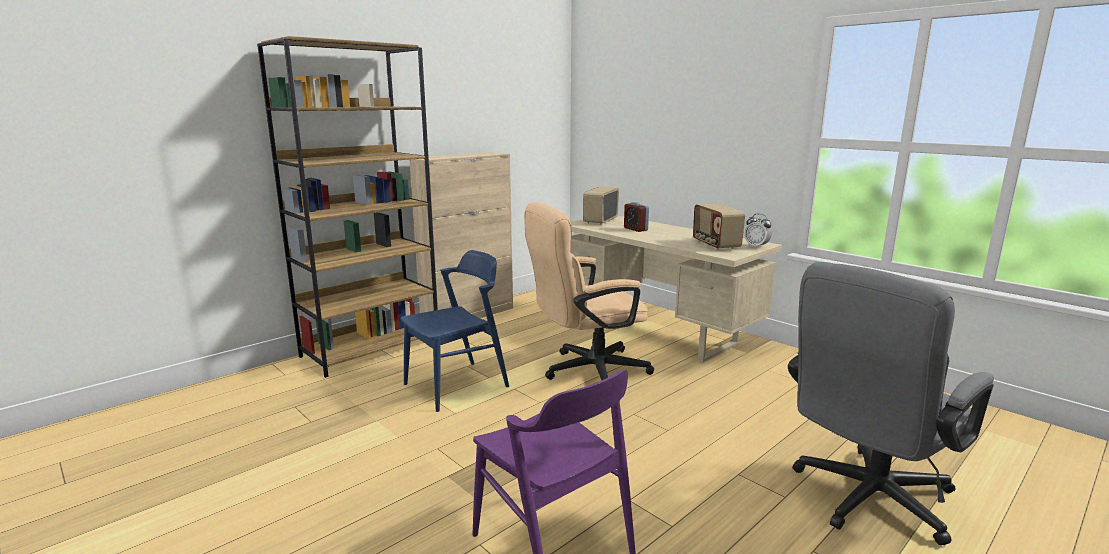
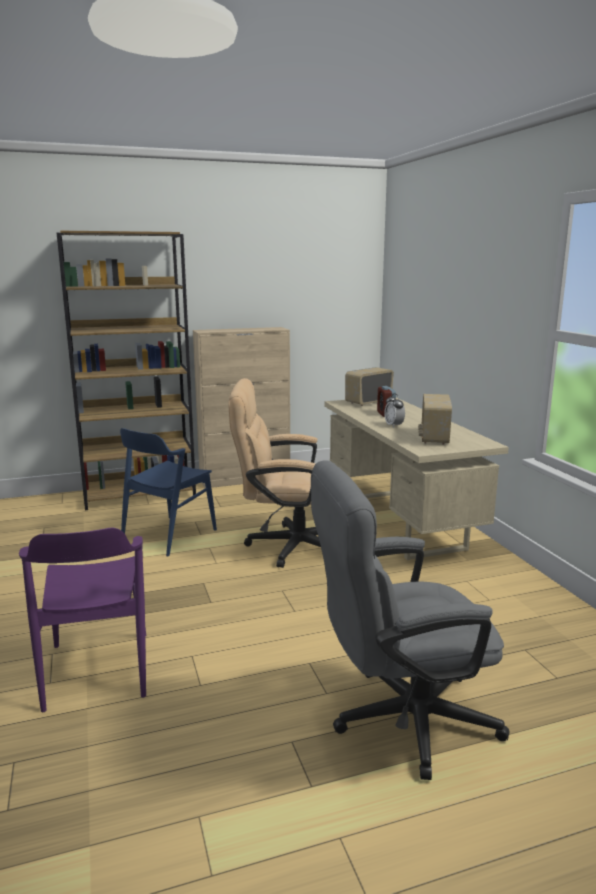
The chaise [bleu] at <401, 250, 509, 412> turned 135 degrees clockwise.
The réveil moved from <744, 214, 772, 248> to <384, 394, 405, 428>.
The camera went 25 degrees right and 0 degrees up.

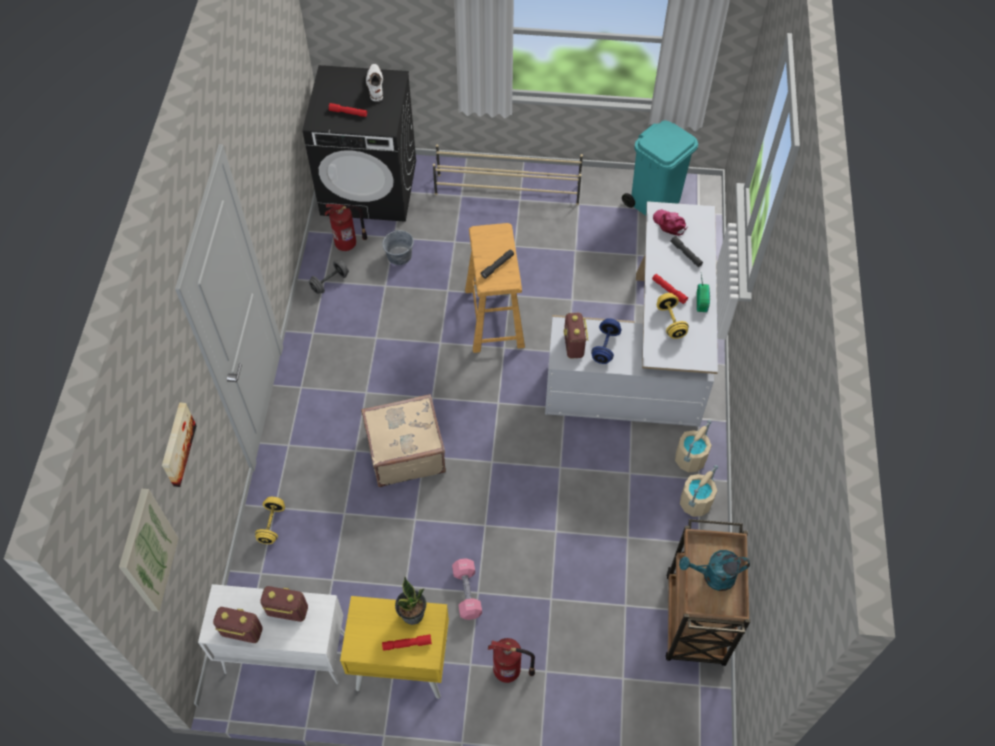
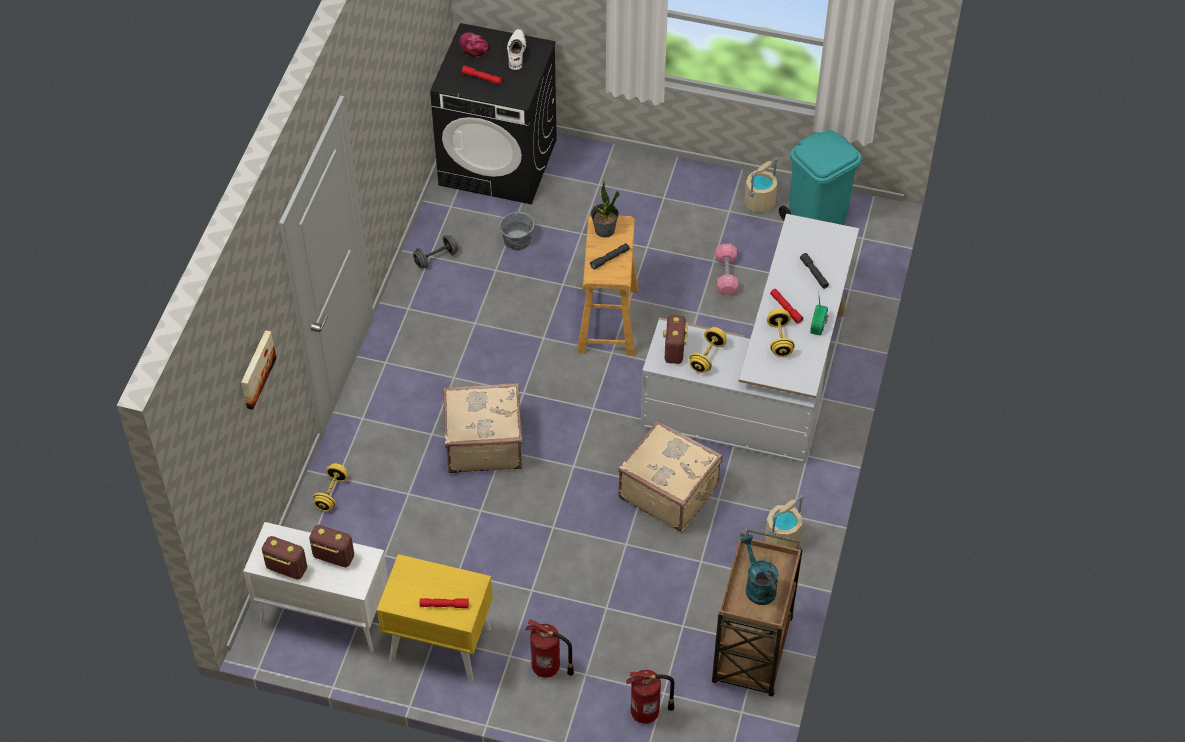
The casquette [rose] moved from <653, 209, 687, 236> to <459, 32, 490, 59>.
The plante en pot moved from <395, 576, 426, 625> to <591, 181, 620, 238>.
The valise [beige] at <618, 420, 723, 532> appeared.
The extincteur moved from <324, 204, 367, 251> to <626, 670, 675, 724>.
The haltère [bleu] at <591, 318, 621, 364> became the haltère [jaune] at <689, 327, 727, 373>.
The haltère [rose] moved from <452, 558, 482, 620> to <716, 244, 738, 295>.
The arrosoir [turquoise] at <679, 550, 750, 591> turned 60 degrees clockwise.
The seau [beige] moved from <675, 420, 712, 473> to <744, 157, 778, 213>.
The tableau at <119, 489, 179, 612> disappeared.
The étagère à chaussures [beige] at <433, 144, 583, 205> disappeared.
The camera went 10 degrees right and 5 degrees down.

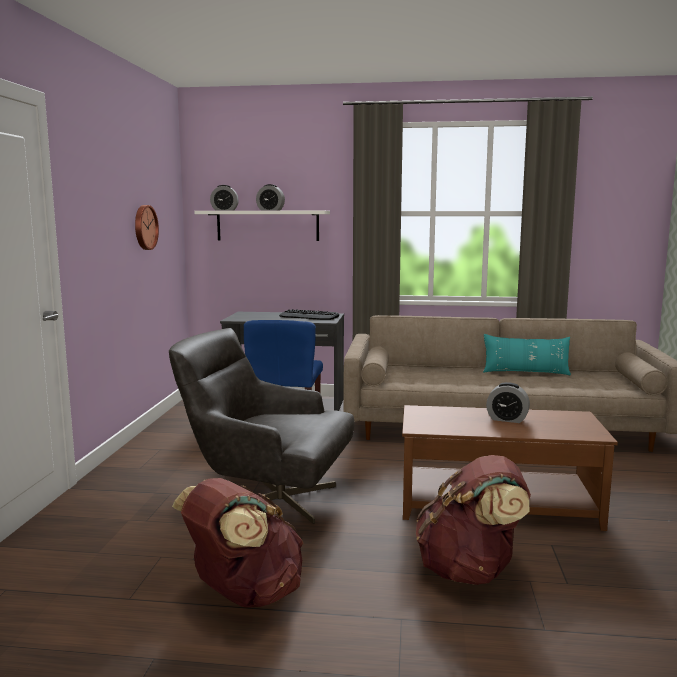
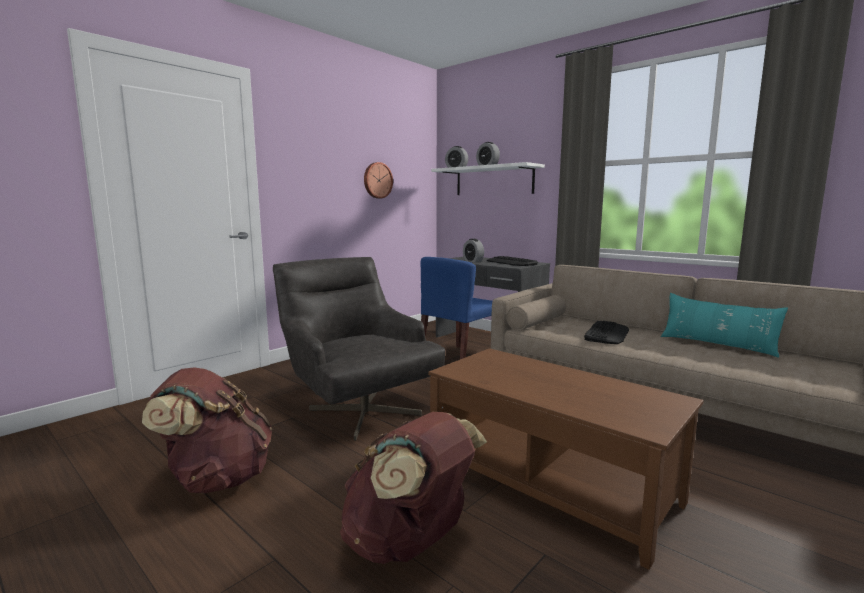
The réveil moved from <486, 382, 530, 423> to <463, 239, 484, 262>.
The clavier at <584, 321, 629, 344> appeared.
The camera went 35 degrees right and 0 degrees up.

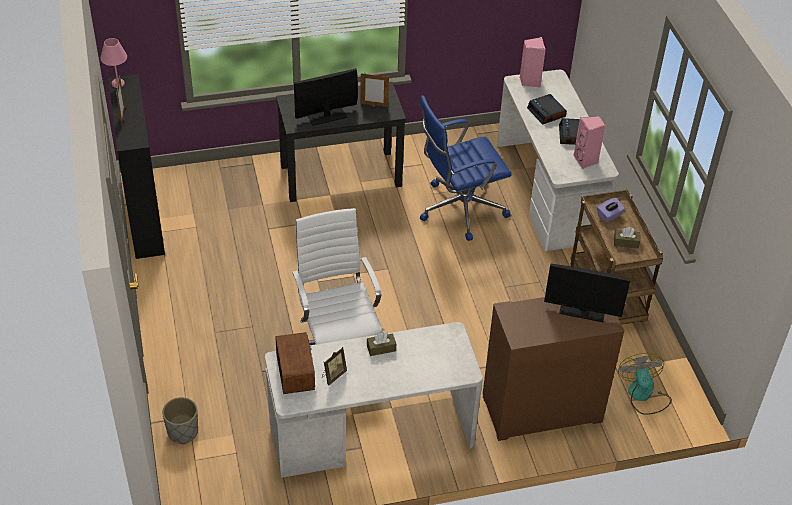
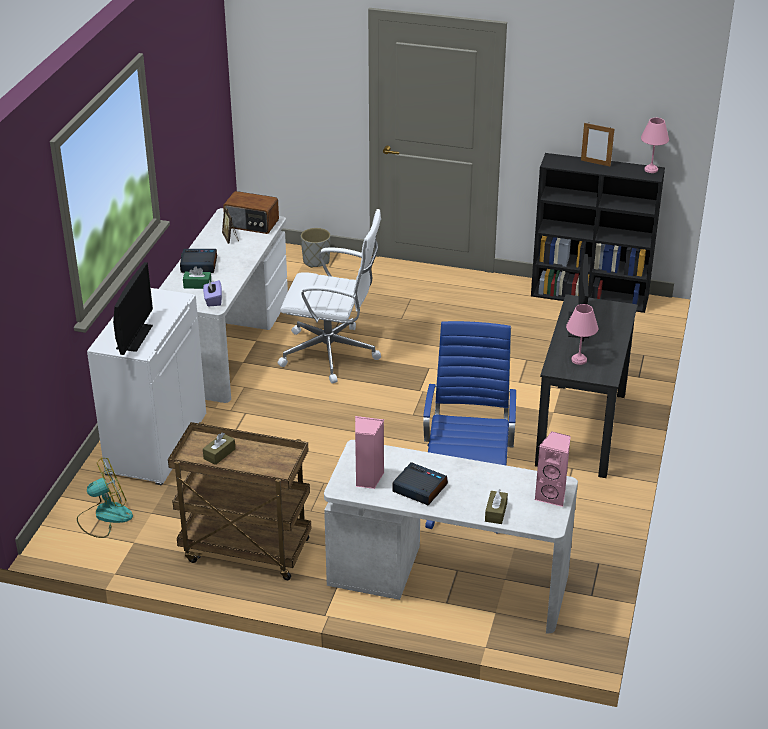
The ventilateur at <618, 353, 672, 415> turned 45 degrees counterclockwise.
The meuble de rangement [marron] at <483, 297, 624, 441> became the meuble de rangement [blanc] at <87, 288, 206, 485>.
The écran d'ordinateur at <544, 264, 631, 322> turned 150 degrees clockwise.
The réveil moved from <527, 94, 567, 124> to <180, 249, 217, 273>.
The boîte à mouchoirs [vert] at <183, 266, 211, 289> appeared.
The boîte à mouchoirs [violet] moved from <597, 198, 625, 223> to <203, 280, 222, 307>.
The boîte à mouchoirs [marron] moved from <367, 332, 396, 356> to <485, 490, 508, 524>.
The cadre photo at <360, 74, 389, 107> was replaced by the lampe de table [rose] at <566, 304, 598, 365>.
The camera went 120 degrees right and 10 degrees down.

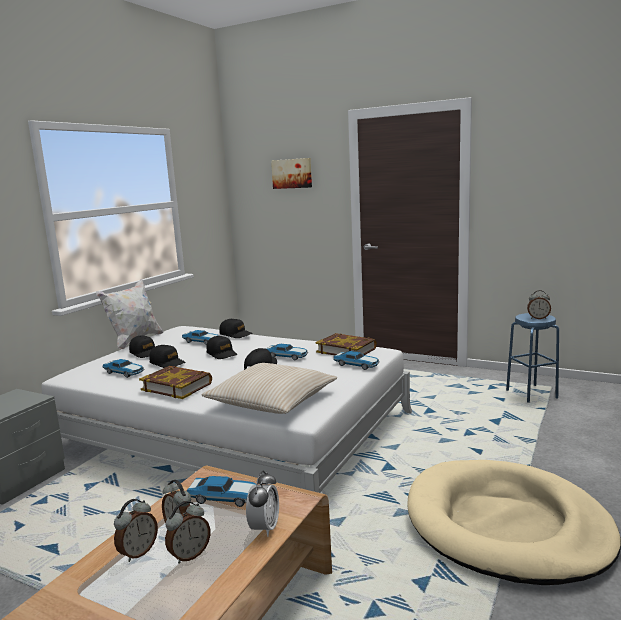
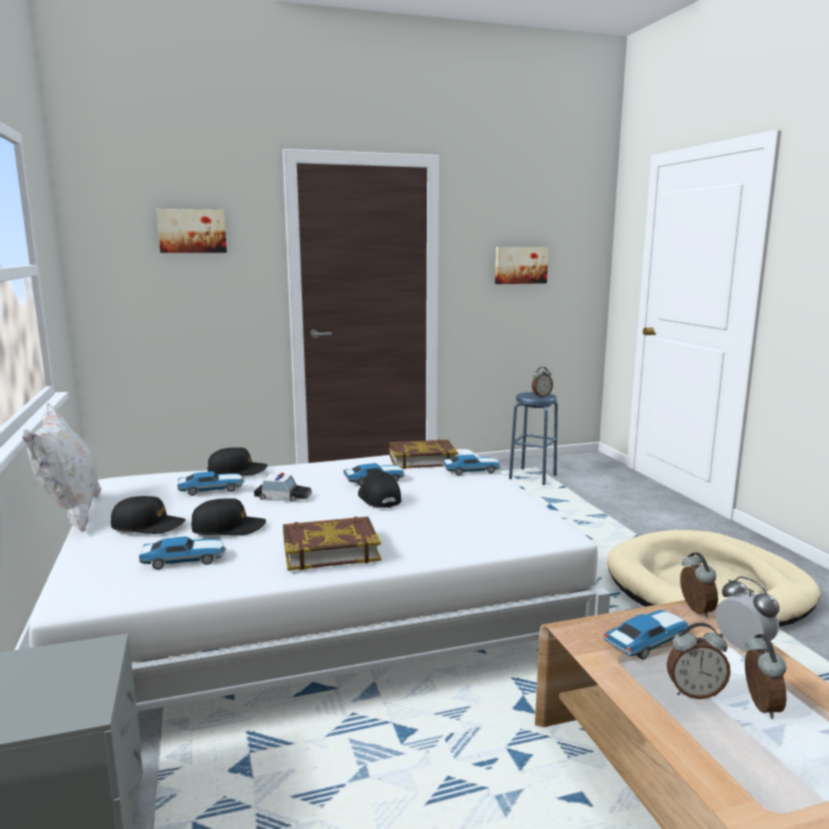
The casquette [noir] at <207, 336, 238, 359> was replaced by the petite voiture at <254, 473, 312, 502>.
The tableau at <495, 247, 548, 284> appeared.
The réveil moved from <114, 499, 158, 562> to <680, 552, 718, 618>.
The coussin [beige] at <202, 363, 337, 414> disappeared.
The camera went 45 degrees left and 0 degrees up.

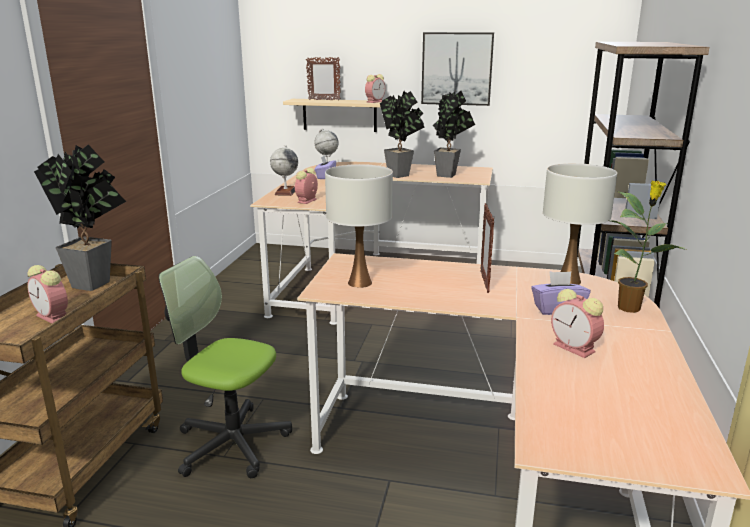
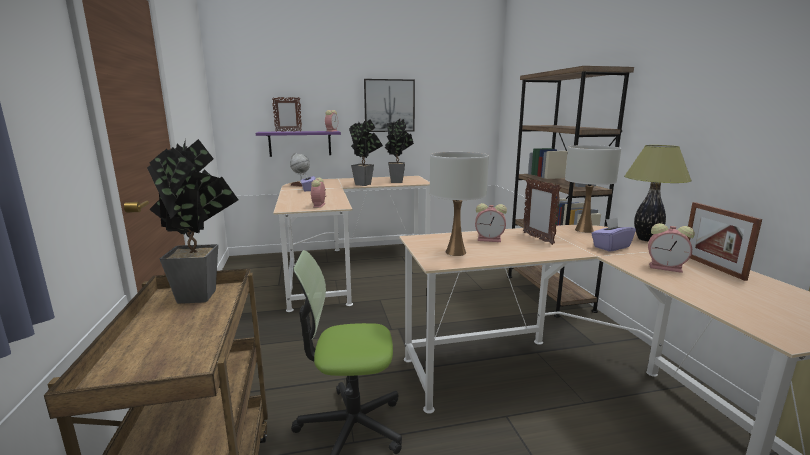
The étagère [beige] at <283, 99, 381, 132> became the étagère [violet] at <256, 131, 341, 157>.
The réveil moved from <27, 265, 68, 323> to <475, 203, 507, 242>.
The plante en pot at <607, 181, 686, 313> was replaced by the lampe de table at <624, 145, 692, 242>.
The cadre photo at <687, 202, 762, 281> appeared.
The globe at <270, 145, 298, 196> disappeared.
The camera went 25 degrees left and 5 degrees down.

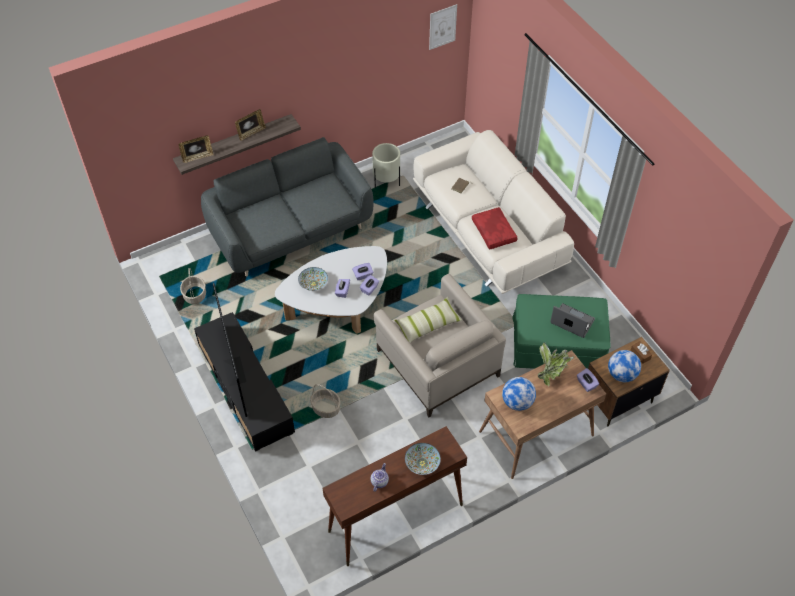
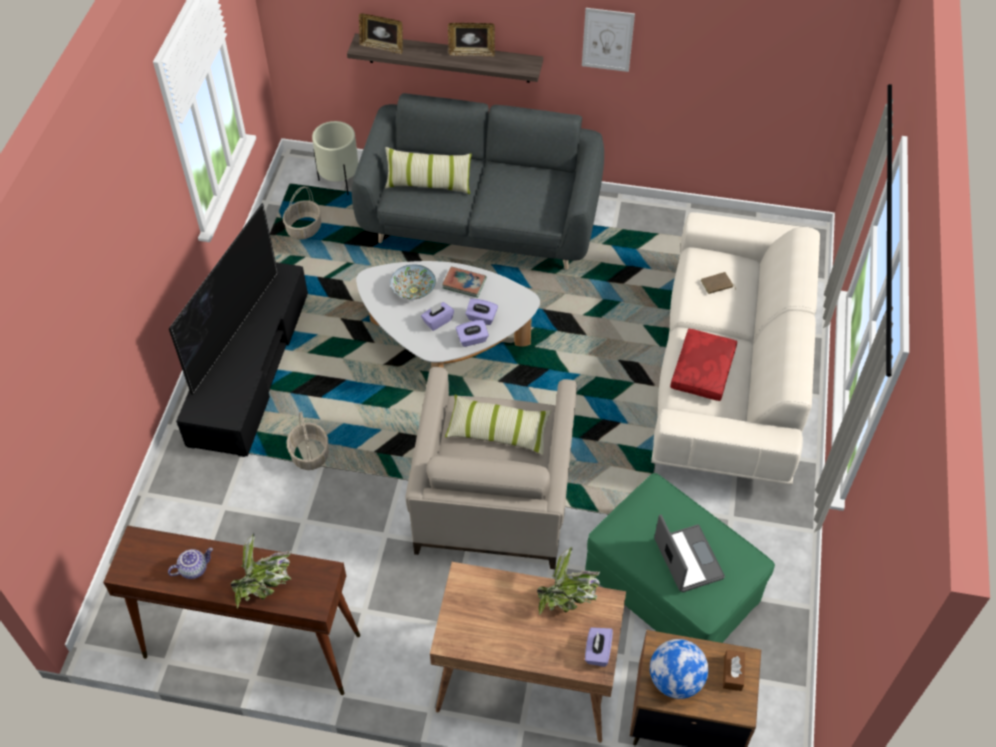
The bol at <405, 443, 441, 475> was replaced by the plante en pot at <231, 532, 291, 608>.
The cache-pot [beige] moved from <372, 143, 400, 188> to <312, 121, 358, 195>.
The coussin at <385, 147, 472, 194> appeared.
The livre at <442, 266, 486, 298> appeared.
The tableau moved from <429, 4, 457, 50> to <582, 8, 635, 72>.
The globe at <502, 377, 536, 411> disappeared.
The camera went 40 degrees right and 0 degrees up.

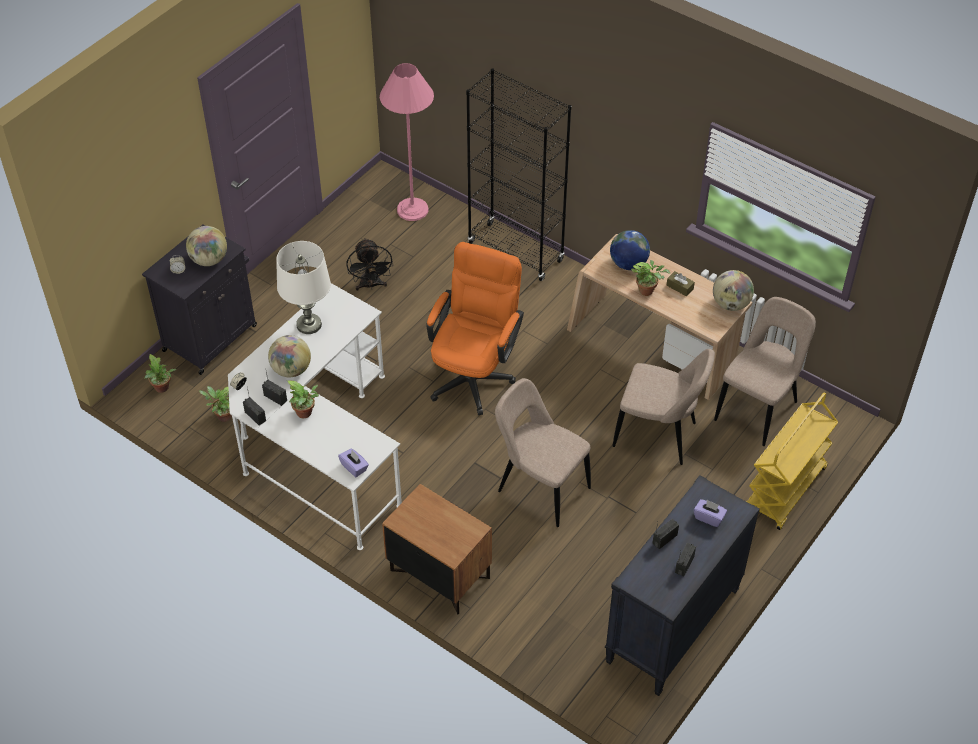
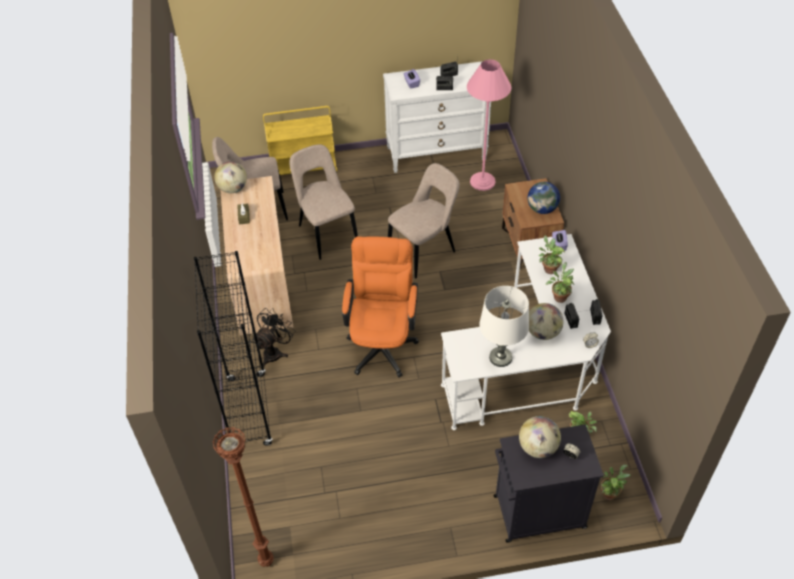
The lampadaire [marron] at <212, 427, 274, 567> appeared.
The ventilateur [noir] moved from <346, 238, 393, 291> to <254, 308, 295, 366>.
The chaise de bureau [orange] at <426, 242, 524, 415> turned 120 degrees clockwise.
The commode [noir] at <605, 475, 760, 696> became the commode [blanc] at <383, 61, 491, 173>.
The chaise [beige] at <495, 378, 591, 527> turned 120 degrees counterclockwise.
The lampadaire [rose] moved from <380, 63, 434, 221> to <467, 59, 511, 191>.
The globe moved from <610, 230, 650, 270> to <528, 182, 560, 214>.
The plante en pot moved from <631, 260, 670, 296> to <539, 235, 565, 274>.
The camera went 135 degrees left and 0 degrees up.

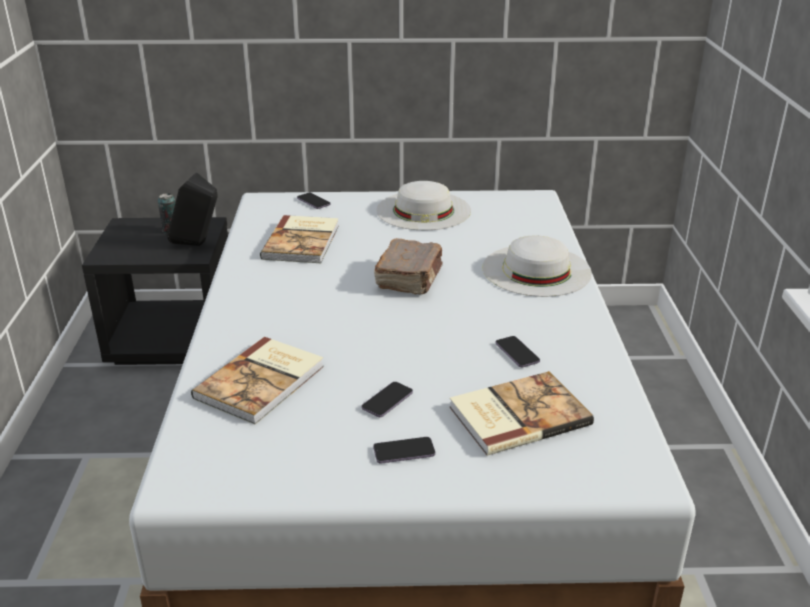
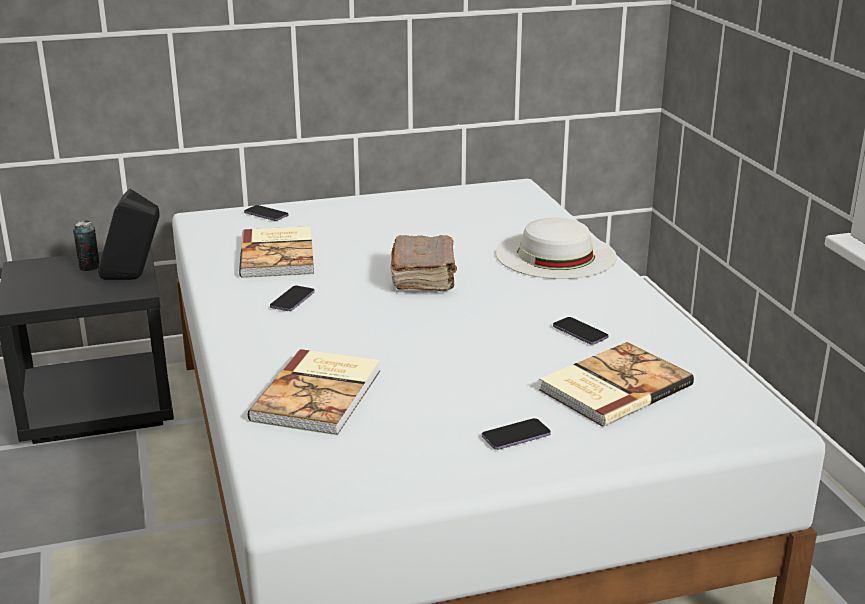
The téléphone moved from <362, 382, 413, 417> to <270, 286, 315, 311>.
The chapeau [blanc] at <376, 181, 471, 230> disappeared.
The camera went 15 degrees left and 5 degrees down.

